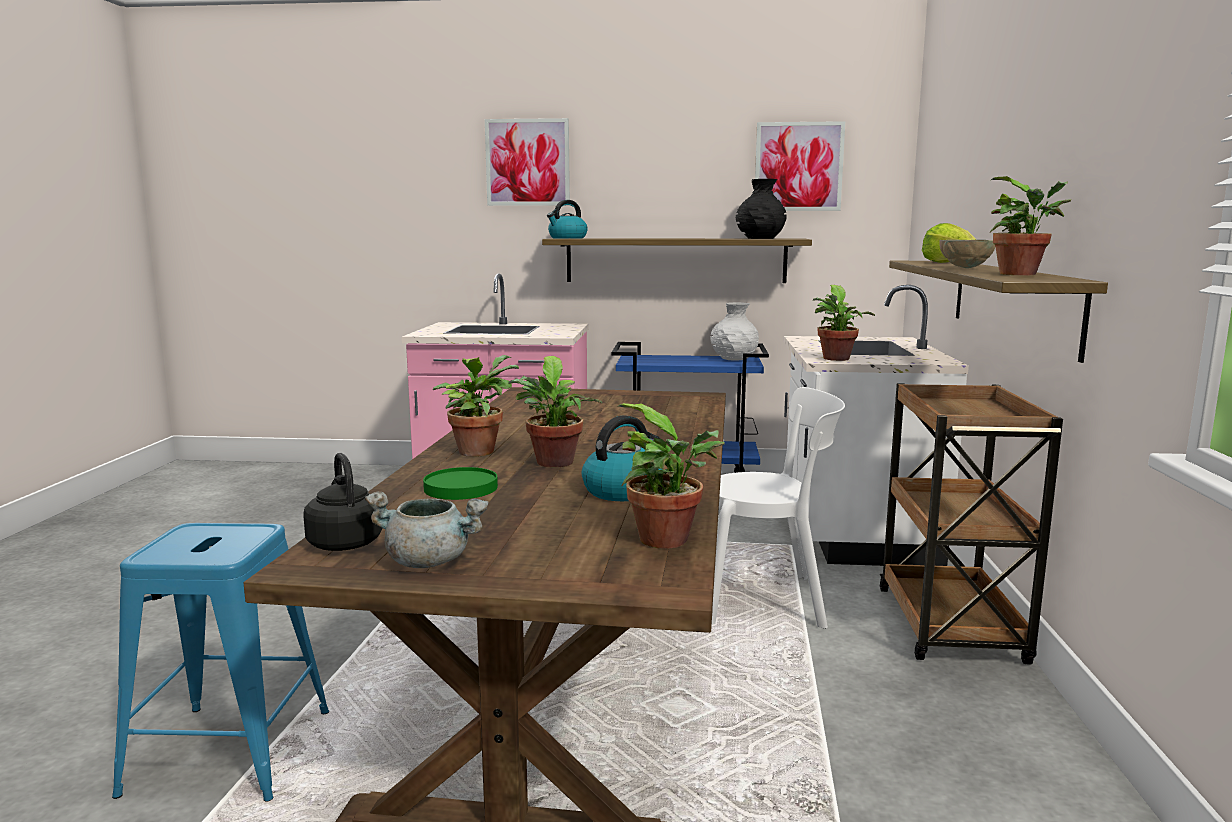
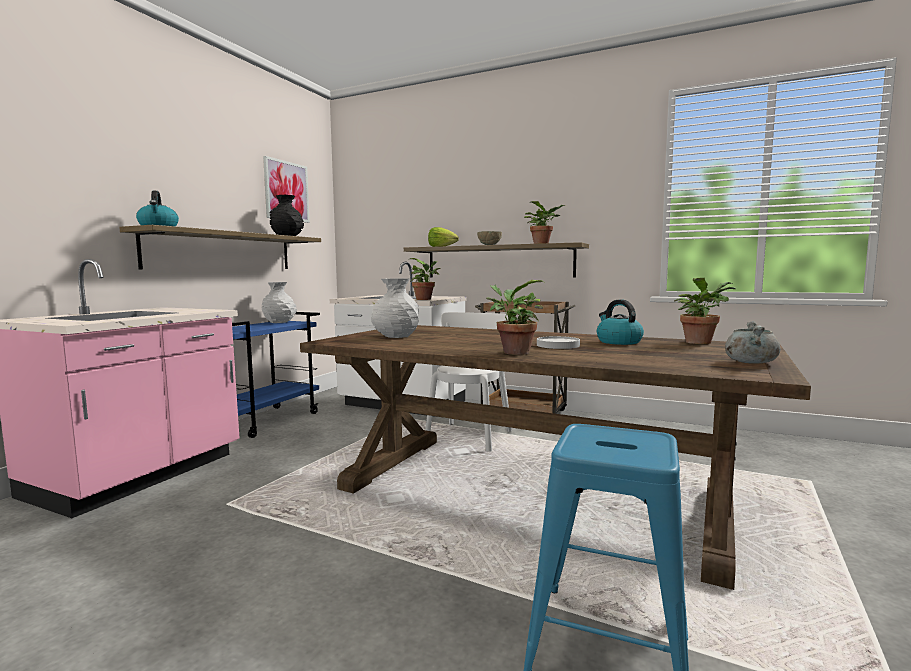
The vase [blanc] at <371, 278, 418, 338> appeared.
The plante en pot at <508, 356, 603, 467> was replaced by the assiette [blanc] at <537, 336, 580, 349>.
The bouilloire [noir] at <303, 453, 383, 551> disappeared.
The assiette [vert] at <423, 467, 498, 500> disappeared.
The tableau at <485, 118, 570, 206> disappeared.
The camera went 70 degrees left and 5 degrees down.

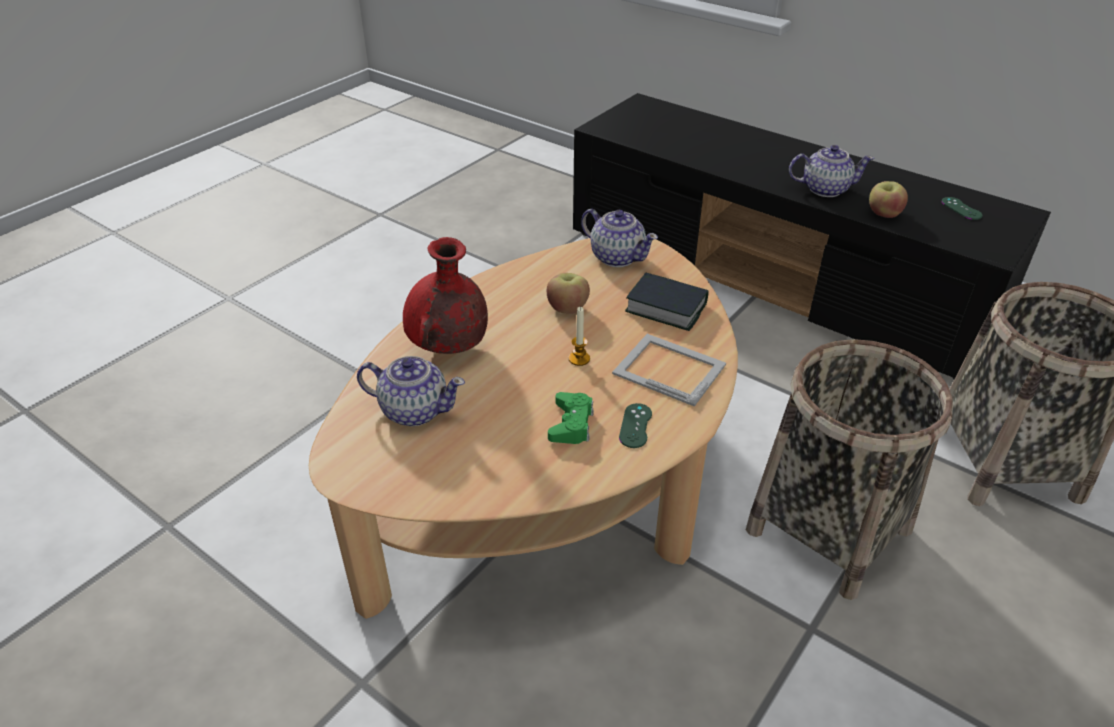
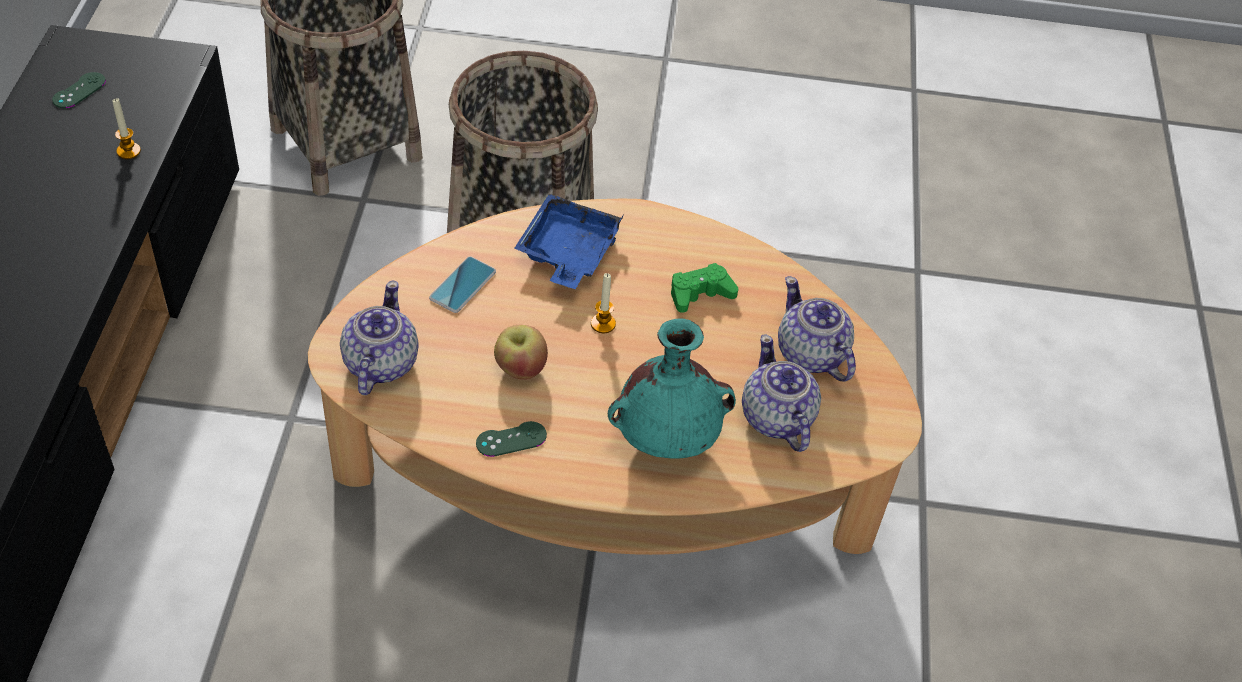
The pomme at <869, 181, 908, 218> was replaced by the bougie at <112, 98, 141, 159>.
The livre at <625, 273, 709, 331> was replaced by the téléphone at <429, 257, 496, 313>.
The manette [vert] moved from <619, 403, 652, 448> to <476, 421, 547, 457>.
The cadre photo at <612, 334, 726, 407> was replaced by the plateau [bleu] at <514, 194, 623, 289>.
The vase [rouge] at <403, 237, 488, 354> became the vase [turquoise] at <608, 318, 736, 459>.
The théière moved from <789, 145, 875, 197> to <778, 276, 856, 382>.
The camera went 125 degrees left and 10 degrees up.

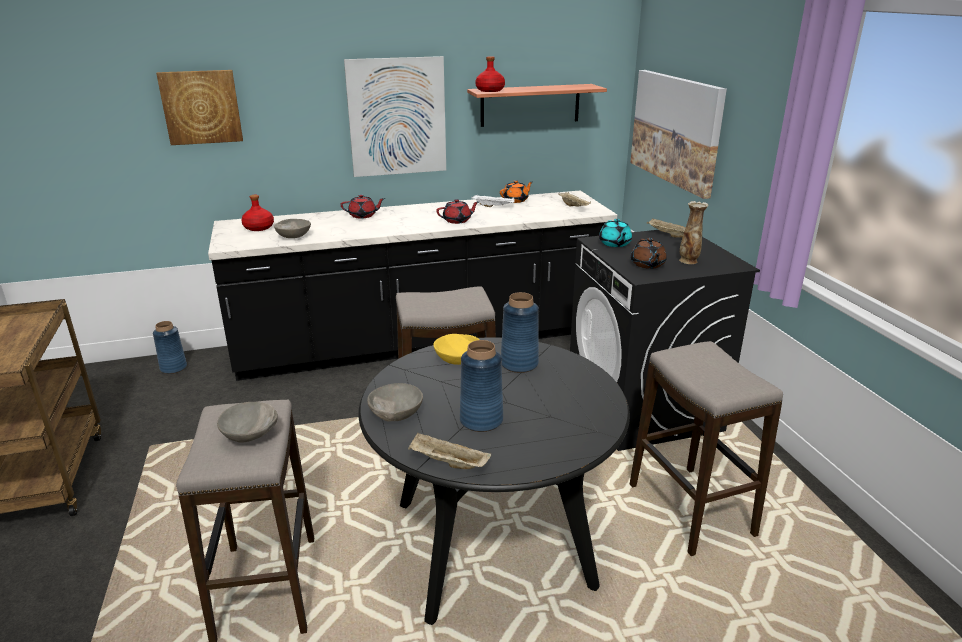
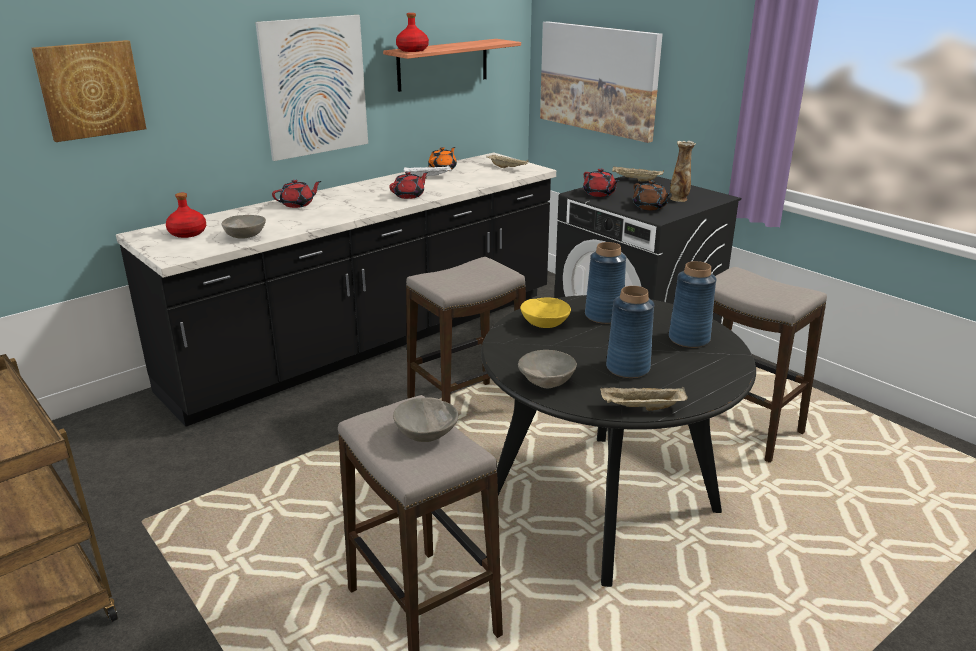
The théière [turquoise] at <599, 219, 632, 247> became the théière [rouge] at <583, 168, 619, 197>.
The vase [bleu] moved from <153, 321, 187, 374> to <669, 261, 716, 348>.
The camera went 25 degrees left and 0 degrees up.

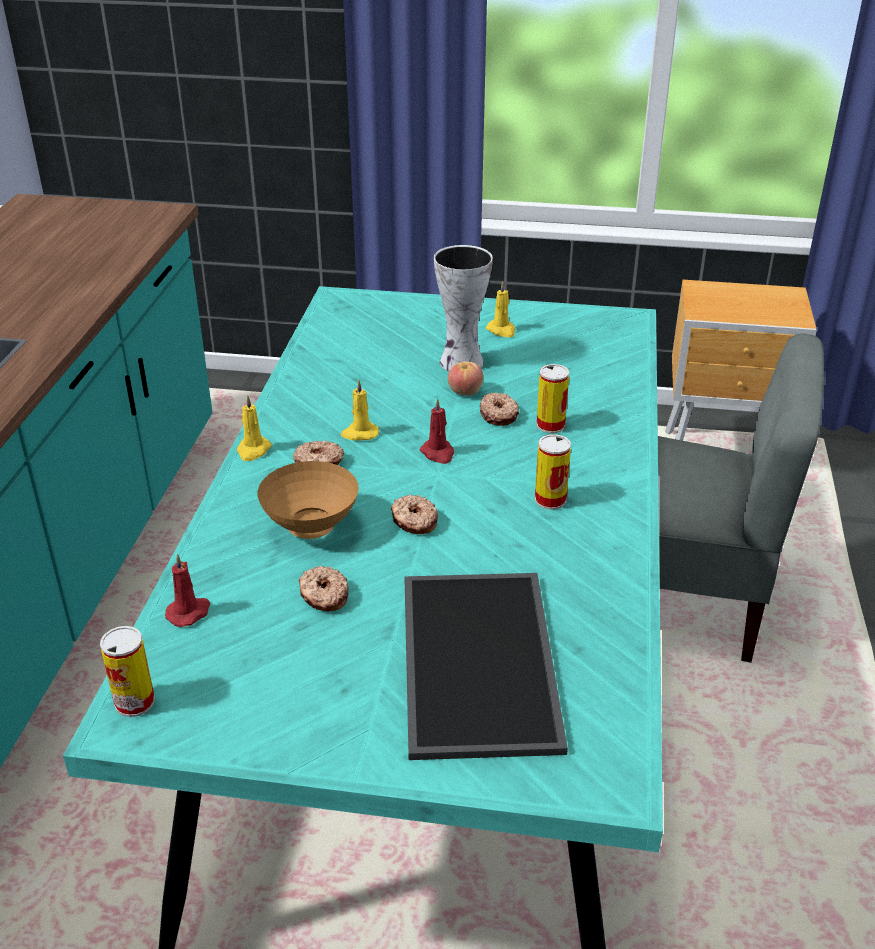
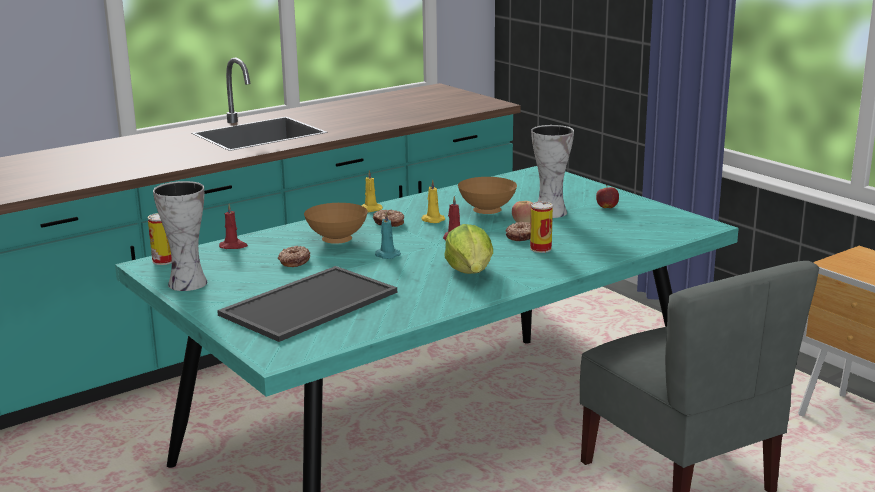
The vase at <153, 181, 207, 291> appeared.
The beignet at <391, 495, 438, 534> was replaced by the bougie [turquoise] at <375, 212, 401, 259>.
The boîte métallique at <535, 434, 571, 510> was replaced by the laitue at <444, 224, 493, 274>.
The bol [marron] at <458, 177, 517, 214> appeared.
The bougie [jaune] at <486, 281, 516, 337> was replaced by the pomme at <596, 185, 619, 208>.
The camera went 45 degrees right and 15 degrees down.

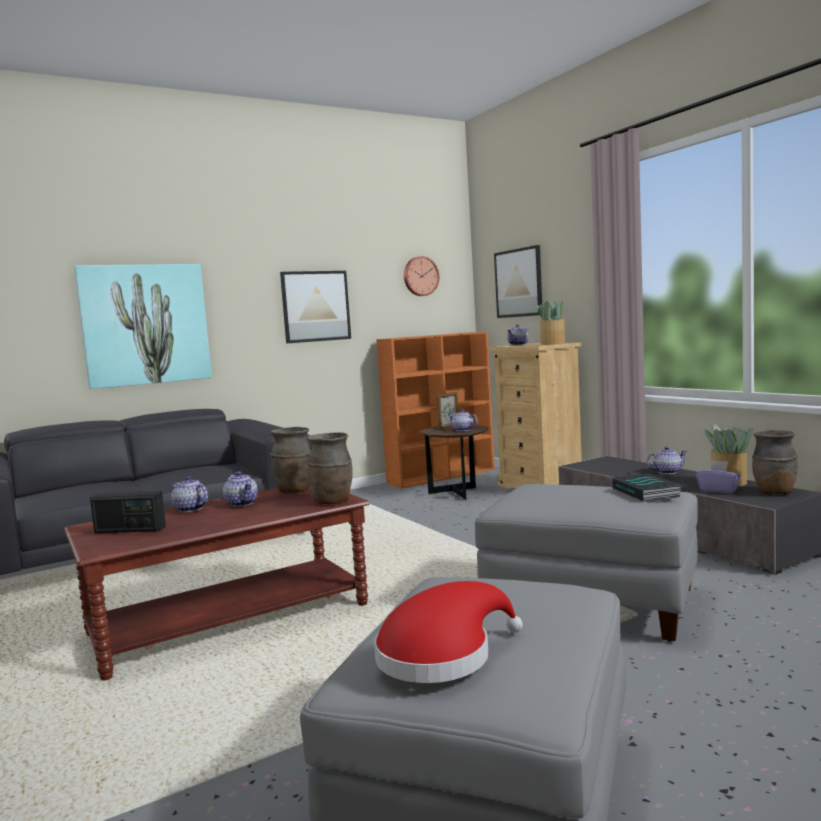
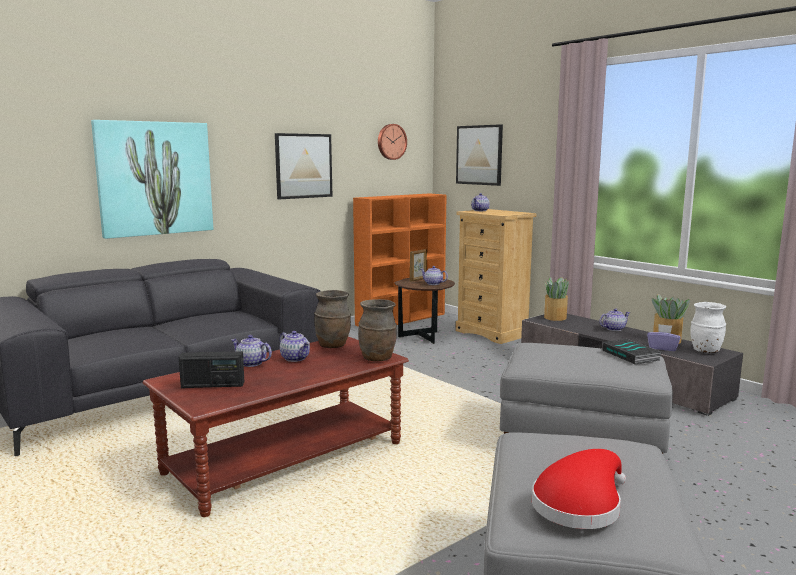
The plante en pot moved from <537, 300, 565, 345> to <544, 277, 569, 321>.
The vase [marron] at <752, 430, 798, 494> became the vase [blanc] at <690, 302, 726, 353>.
The camera went 10 degrees left and 5 degrees up.

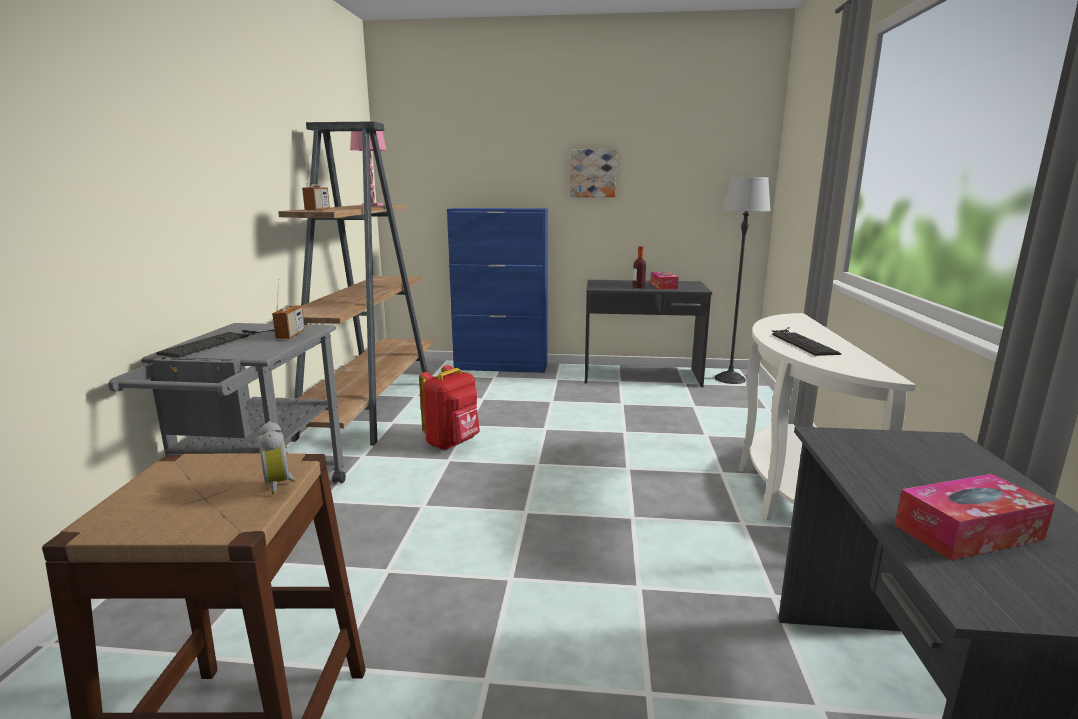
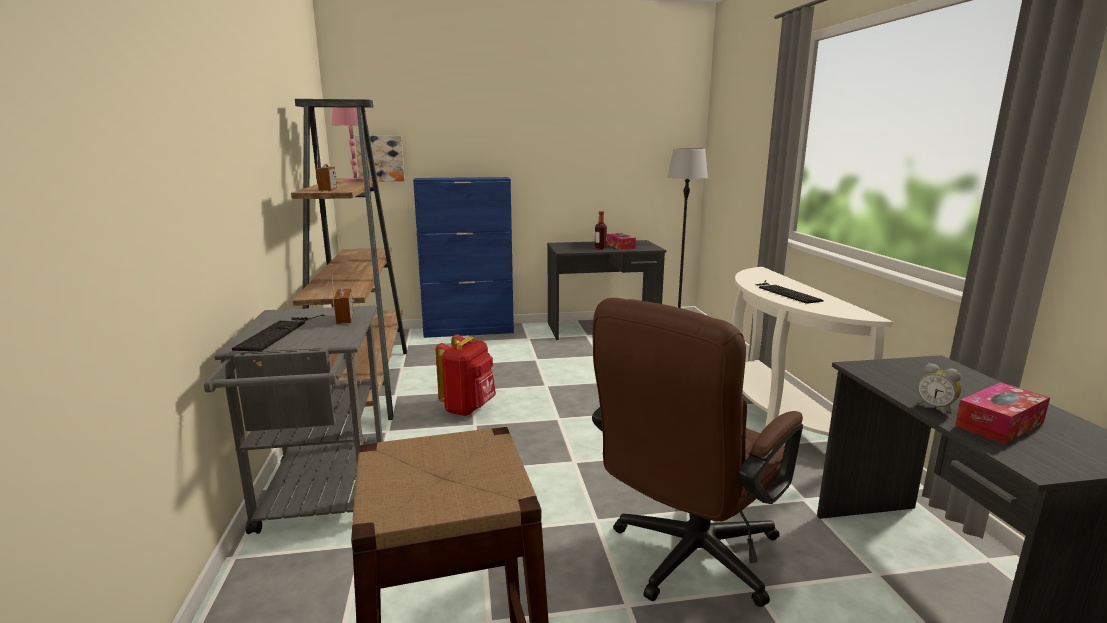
The tableau moved from <570, 149, 617, 197> to <355, 136, 405, 182>.
The chaise de bureau [marron] at <592, 298, 803, 607> appeared.
The réveil moved from <259, 421, 296, 495> to <917, 363, 961, 414>.
The camera went 15 degrees left and 0 degrees up.

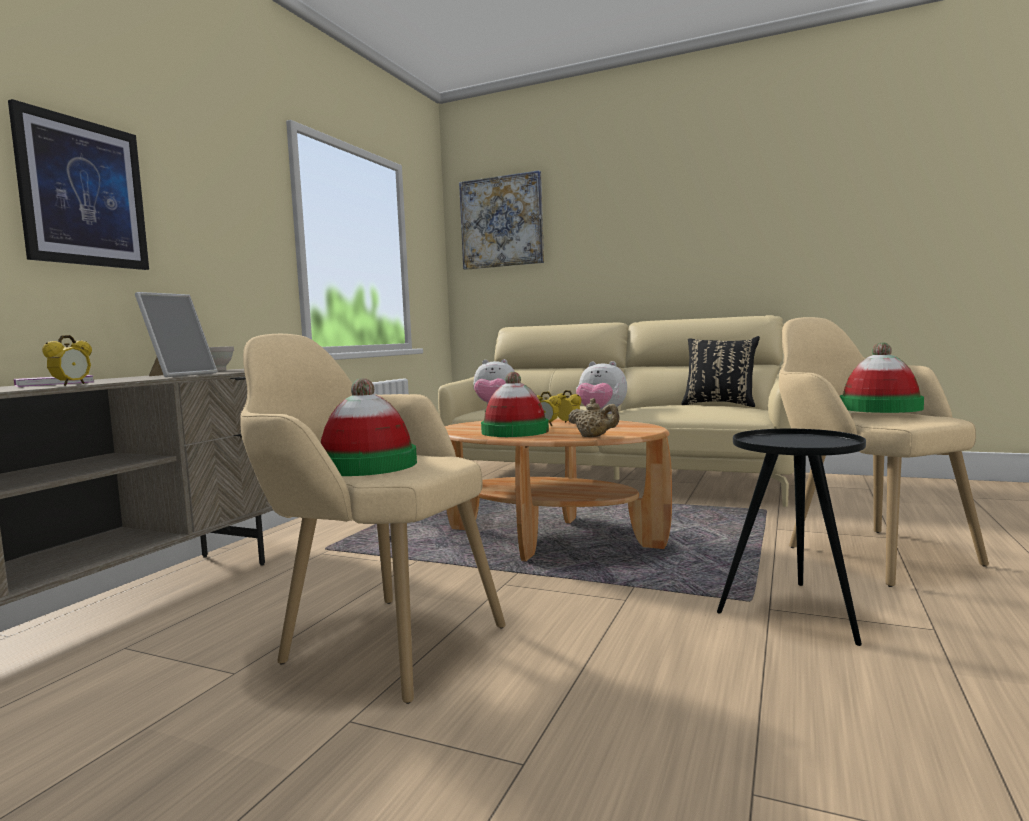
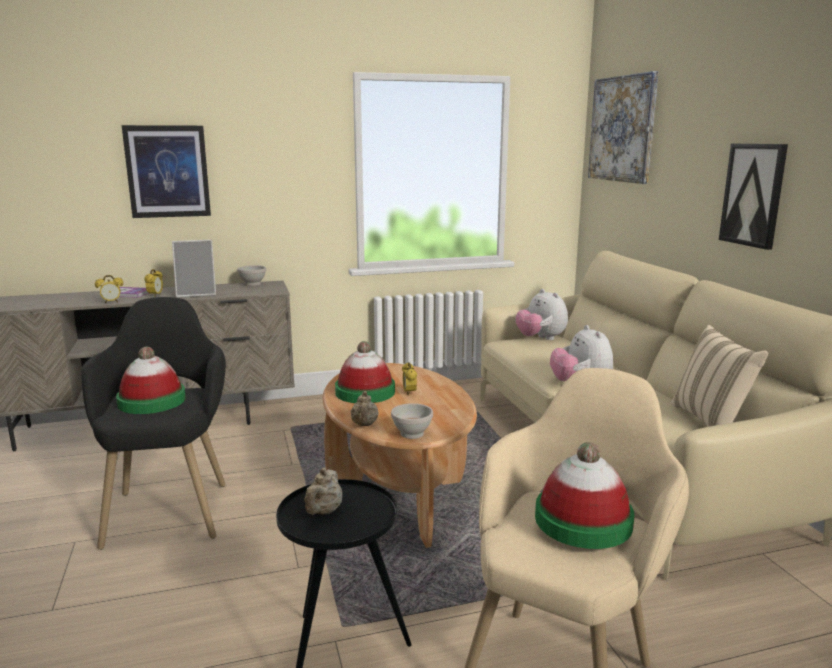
The fauteuil [beige] at <240, 334, 506, 704> became the fauteuil [noir] at <82, 297, 226, 550>.
The réveil moved from <556, 390, 582, 423> to <144, 269, 163, 297>.
The théière [beige] at <304, 468, 342, 515> appeared.
The bol [blanc] at <391, 403, 433, 439> appeared.
The coussin [noir] at <681, 336, 760, 407> became the coussin [beige] at <671, 325, 768, 427>.
The tableau at <719, 144, 788, 250> appeared.
The camera went 50 degrees right and 10 degrees up.

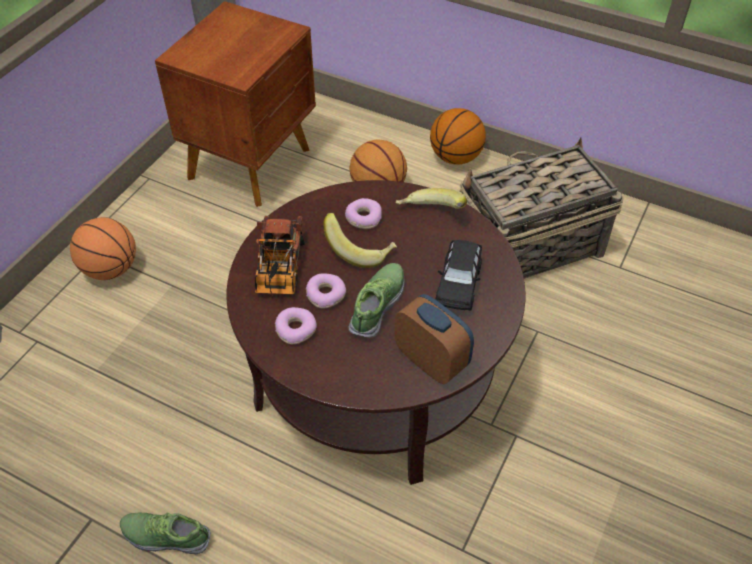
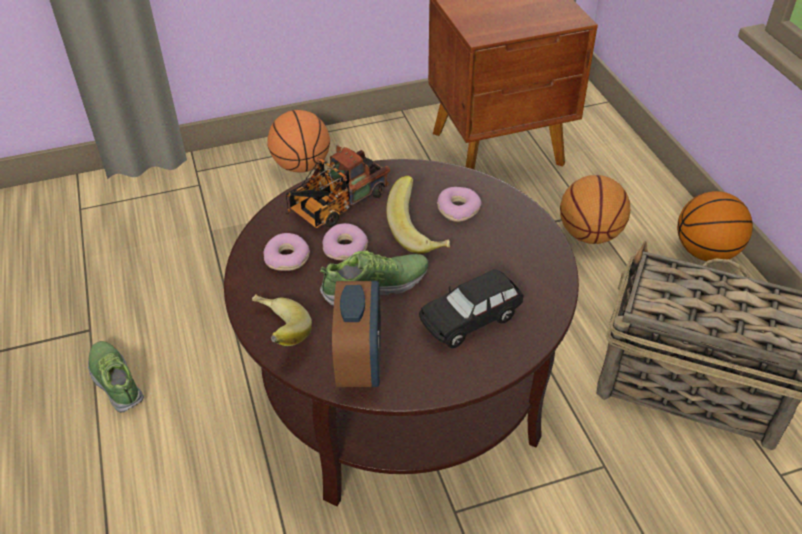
The banane moved from <396, 188, 467, 209> to <252, 294, 312, 346>.
The camera went 45 degrees right and 5 degrees down.

